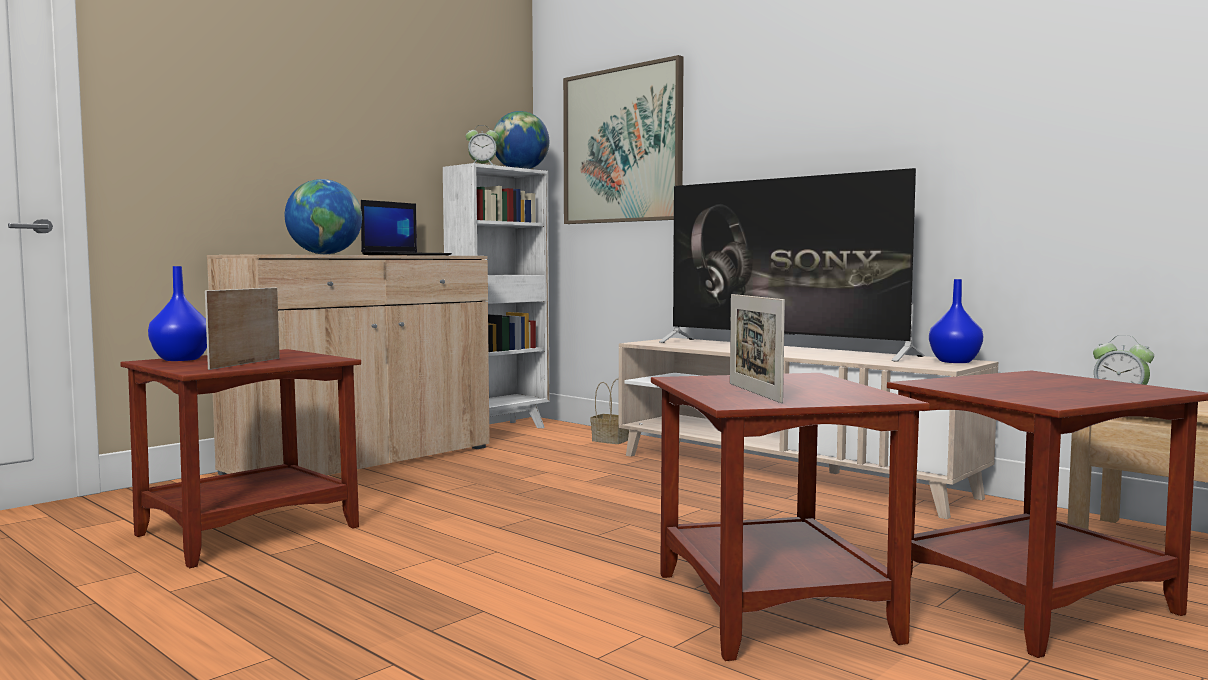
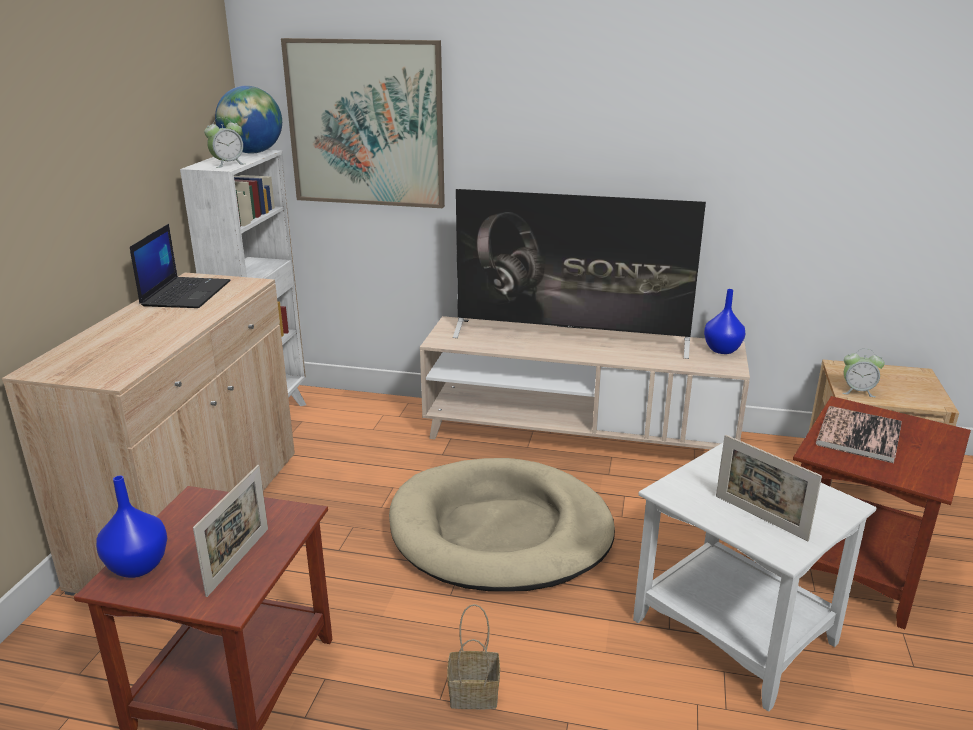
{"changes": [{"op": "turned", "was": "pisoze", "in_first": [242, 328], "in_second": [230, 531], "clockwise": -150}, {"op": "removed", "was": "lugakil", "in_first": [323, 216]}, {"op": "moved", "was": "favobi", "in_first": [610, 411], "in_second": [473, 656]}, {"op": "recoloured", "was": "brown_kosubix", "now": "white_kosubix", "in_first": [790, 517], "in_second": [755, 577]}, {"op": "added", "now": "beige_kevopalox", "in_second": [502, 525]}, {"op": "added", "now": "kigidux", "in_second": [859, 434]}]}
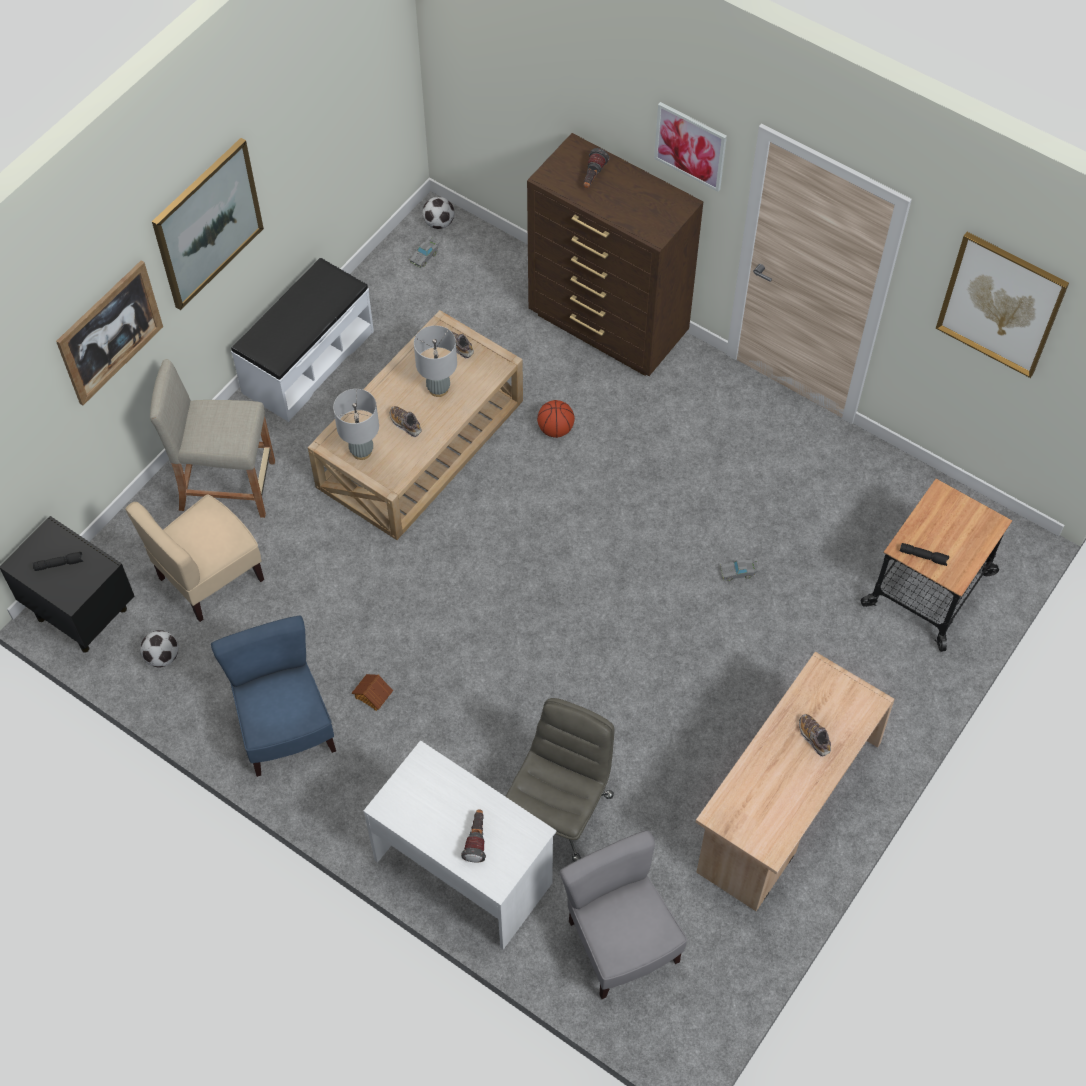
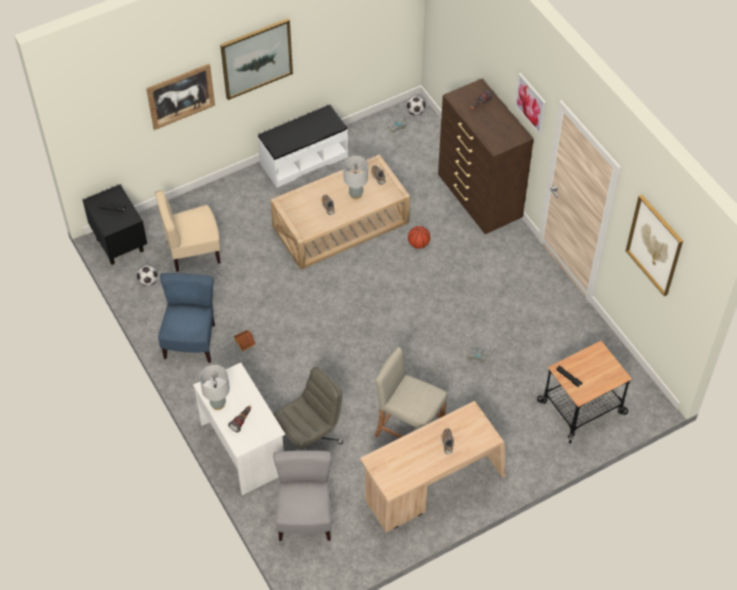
{"changes": [{"op": "moved", "was": "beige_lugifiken", "in_first": [212, 438], "in_second": [411, 392]}, {"op": "moved", "was": "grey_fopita", "in_first": [356, 424], "in_second": [215, 387]}]}
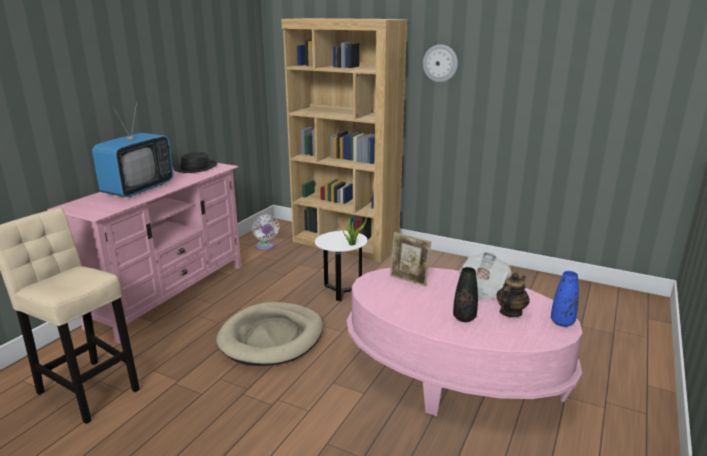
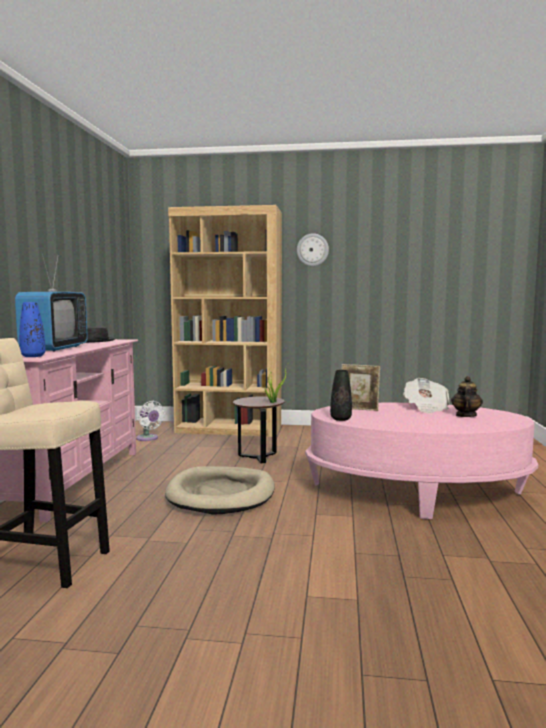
{"changes": [{"op": "recoloured", "was": "white_kosubix", "now": "brown_kosubix", "in_first": [341, 266], "in_second": [259, 429]}, {"op": "moved", "was": "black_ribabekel", "in_first": [465, 294], "in_second": [341, 395]}, {"op": "moved", "was": "blue_ribabekel", "in_first": [565, 299], "in_second": [32, 329]}]}
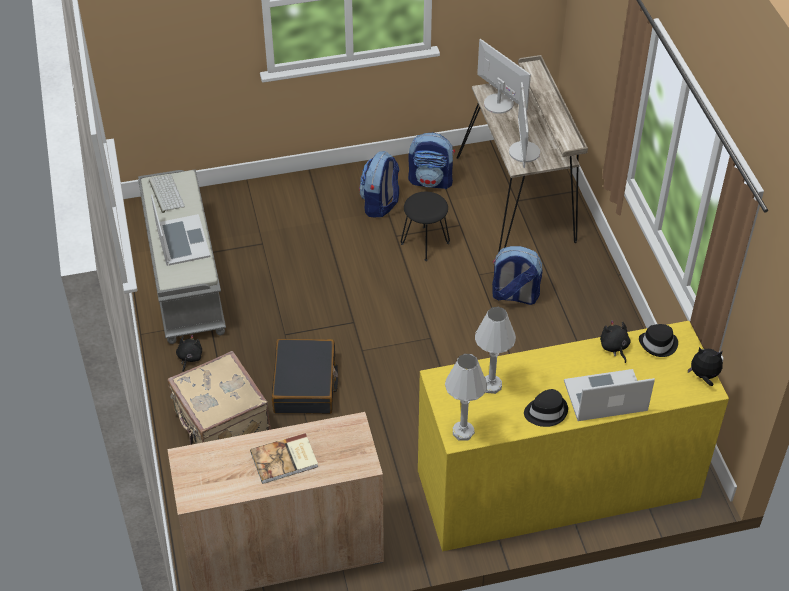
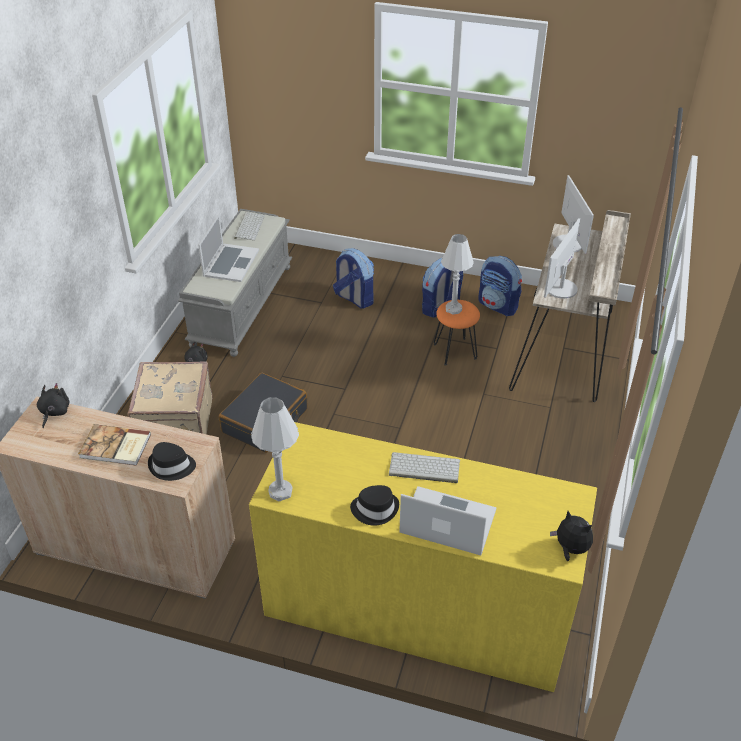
{"changes": [{"op": "recoloured", "was": "black_lugifiken", "now": "orange_lugifiken", "in_first": [425, 226], "in_second": [457, 333]}, {"op": "moved", "was": "white_fopita", "in_first": [495, 350], "in_second": [457, 274]}, {"op": "moved", "was": "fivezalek", "in_first": [517, 275], "in_second": [353, 278]}, {"op": "moved", "was": "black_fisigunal", "in_first": [615, 341], "in_second": [53, 405]}, {"op": "moved", "was": "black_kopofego", "in_first": [658, 340], "in_second": [172, 461]}, {"op": "added", "now": "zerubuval", "in_second": [424, 467]}]}
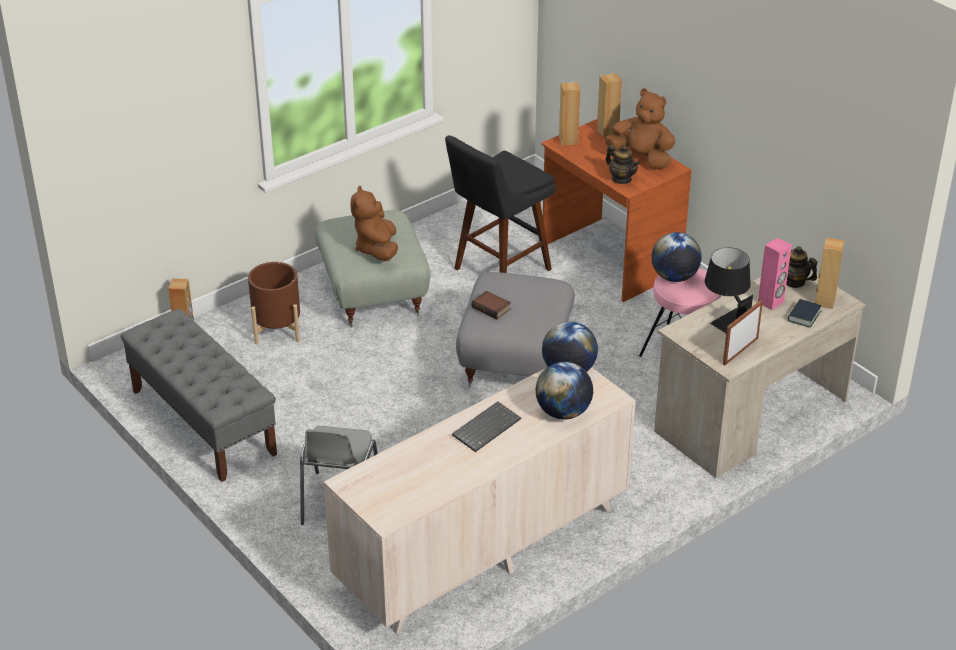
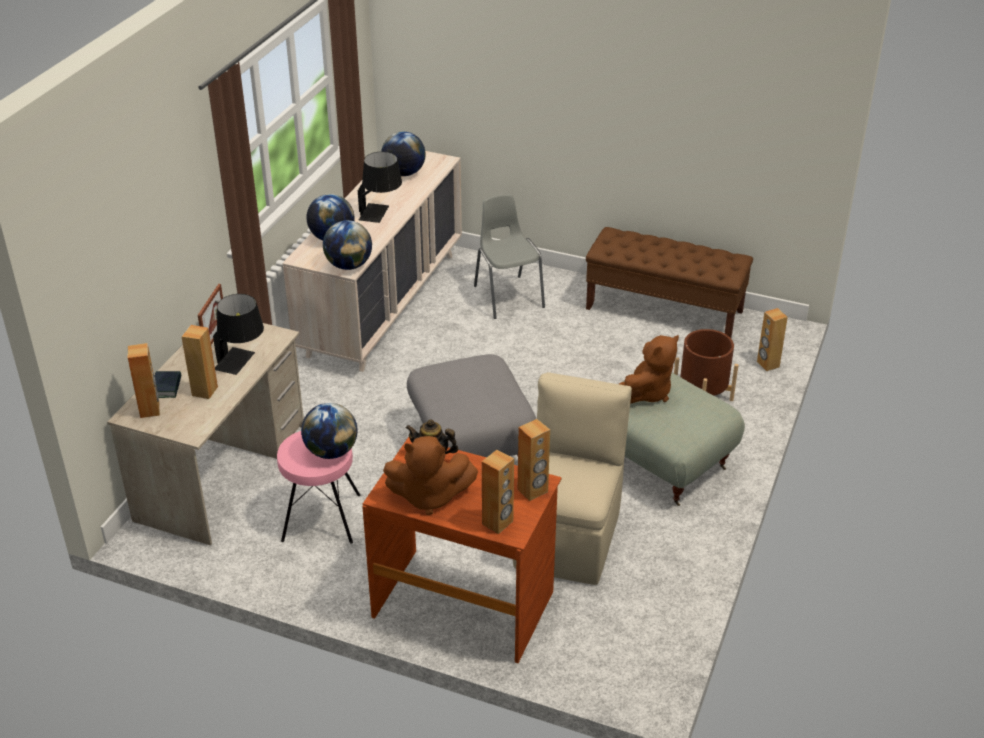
{"changes": [{"op": "recoloured", "was": "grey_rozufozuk", "now": "brown_rozufozuk", "in_first": [199, 395], "in_second": [669, 282]}, {"op": "turned", "was": "brown_fisigunal", "in_first": [374, 223], "in_second": [649, 369], "clockwise": 75}, {"op": "replaced", "was": "black_lugifiken", "now": "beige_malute", "in_first": [500, 204], "in_second": [572, 478]}, {"op": "replaced", "was": "zerubuval", "now": "black_fopita", "in_first": [486, 426], "in_second": [380, 187]}, {"op": "removed", "was": "kigidux", "in_first": [491, 305]}, {"op": "recoloured", "was": "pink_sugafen", "now": "brown_sugafen", "in_first": [775, 274], "in_second": [200, 362]}, {"op": "removed", "was": "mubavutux", "in_first": [801, 267]}, {"op": "added", "now": "lugakil", "in_second": [403, 154]}]}
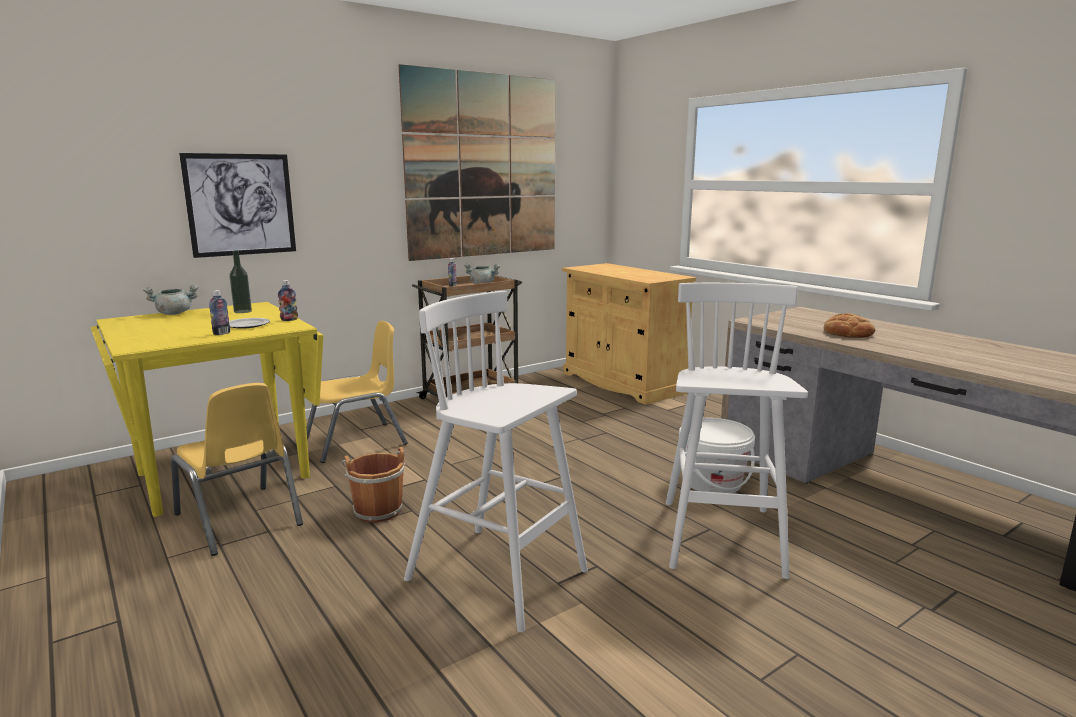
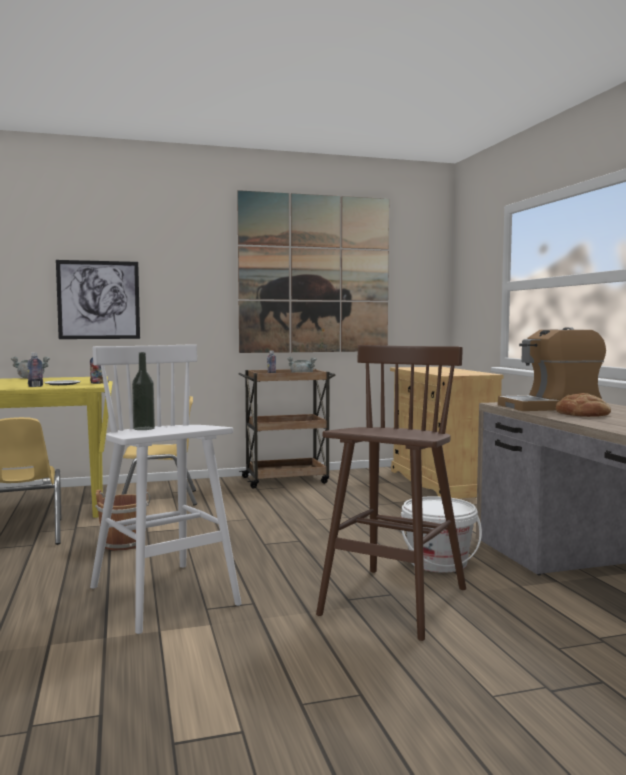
{"changes": [{"op": "moved", "was": "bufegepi", "in_first": [240, 281], "in_second": [143, 391]}, {"op": "recoloured", "was": "white_lugifiken", "now": "brown_lugifiken", "in_first": [737, 431], "in_second": [391, 493]}, {"op": "added", "now": "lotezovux", "in_second": [552, 369]}]}
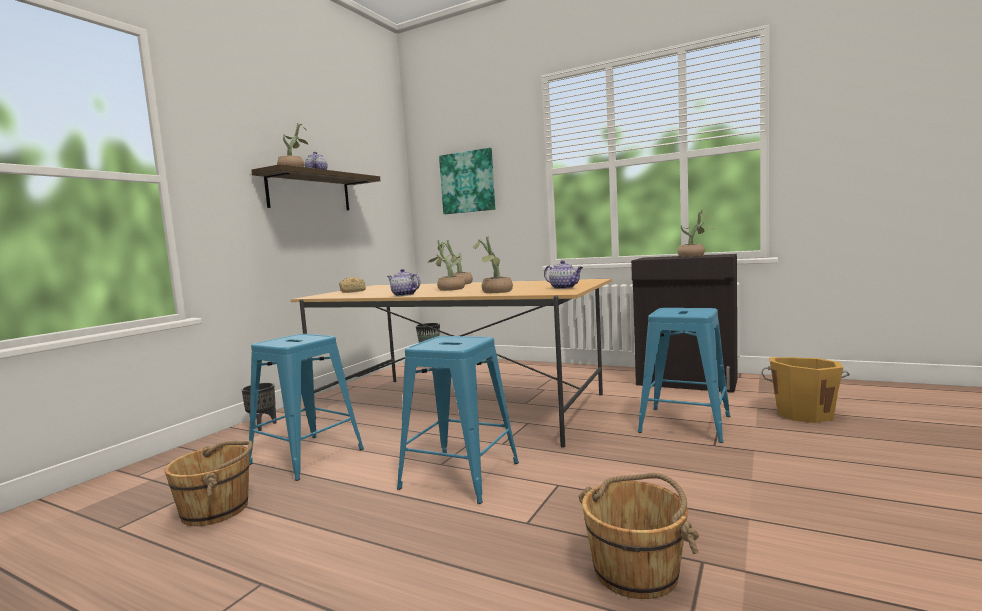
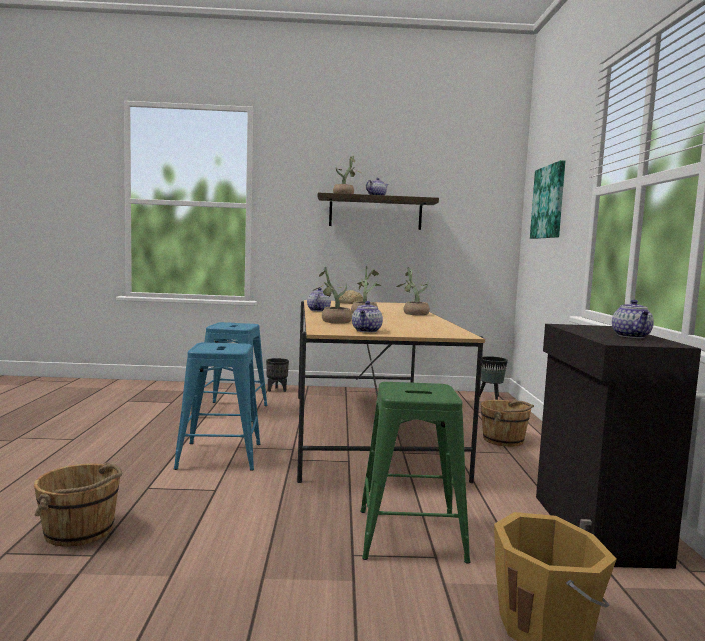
{"changes": [{"op": "moved", "was": "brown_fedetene", "in_first": [209, 483], "in_second": [507, 423]}, {"op": "recoloured", "was": "blue_lugifiken", "now": "green_lugifiken", "in_first": [684, 375], "in_second": [415, 472]}, {"op": "replaced", "was": "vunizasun", "now": "mubavutux", "in_first": [695, 233], "in_second": [633, 319]}]}
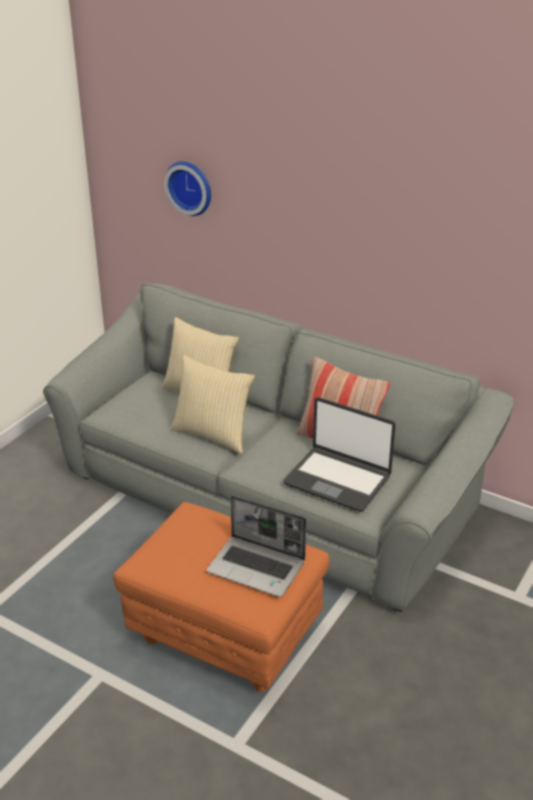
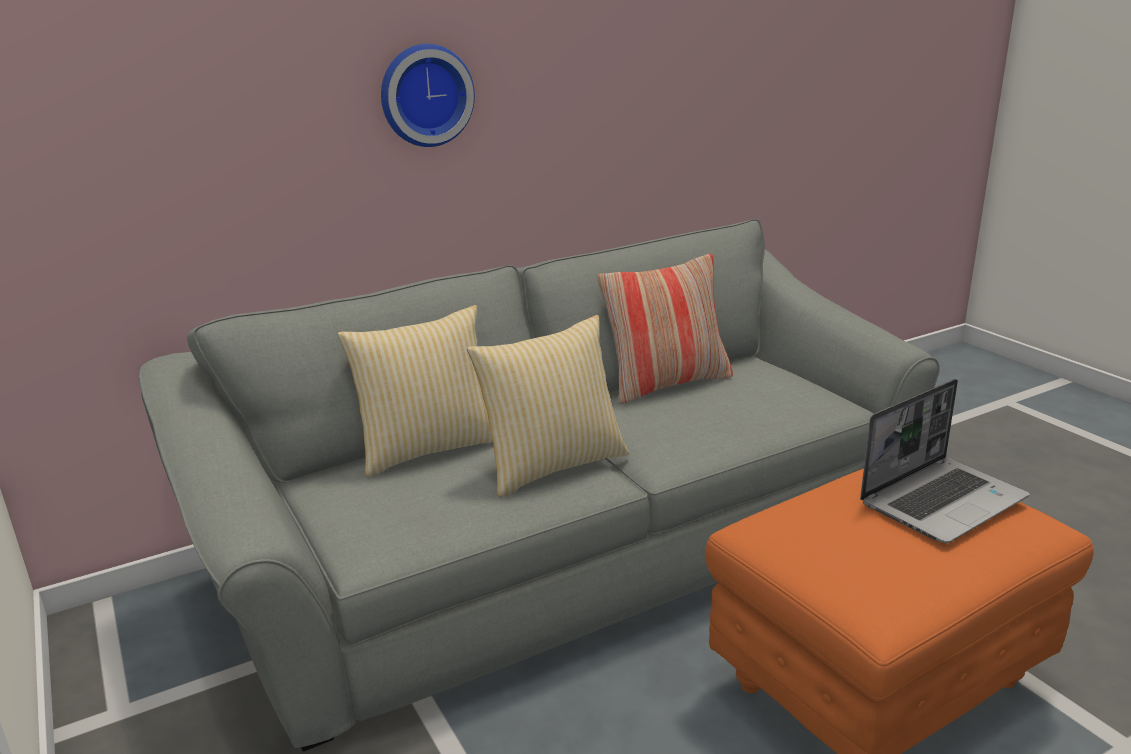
{"changes": [{"op": "moved", "was": "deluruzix", "in_first": [187, 188], "in_second": [428, 95]}, {"op": "removed", "was": "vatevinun", "in_first": [340, 454]}]}
